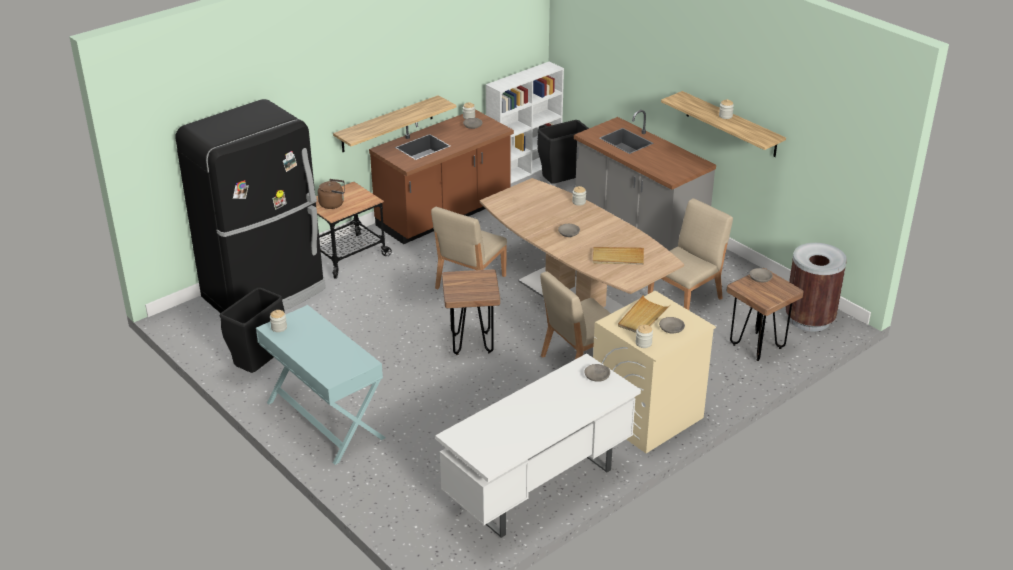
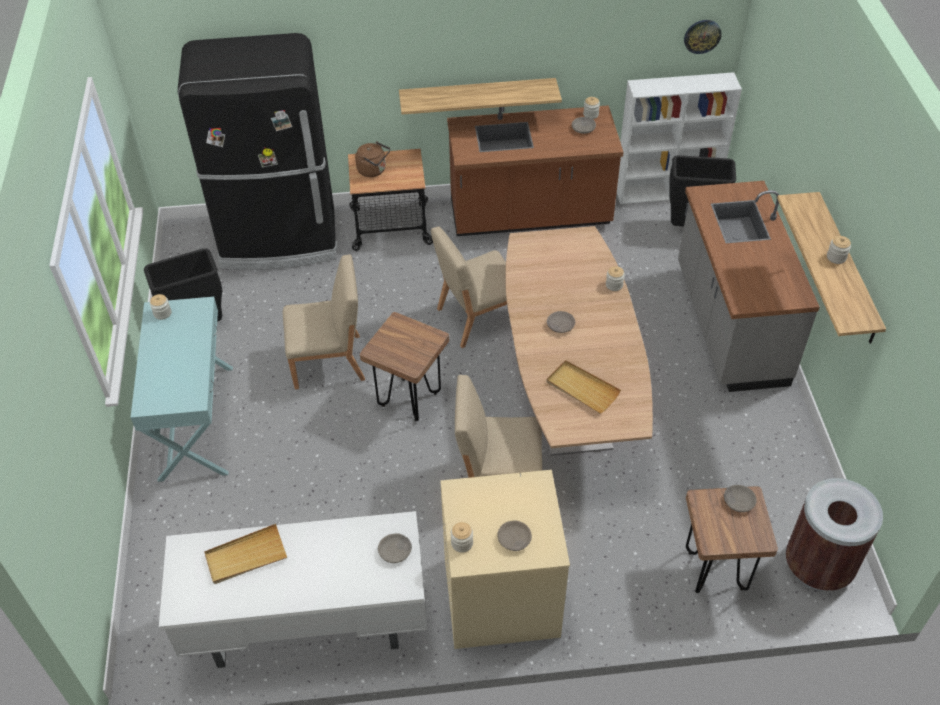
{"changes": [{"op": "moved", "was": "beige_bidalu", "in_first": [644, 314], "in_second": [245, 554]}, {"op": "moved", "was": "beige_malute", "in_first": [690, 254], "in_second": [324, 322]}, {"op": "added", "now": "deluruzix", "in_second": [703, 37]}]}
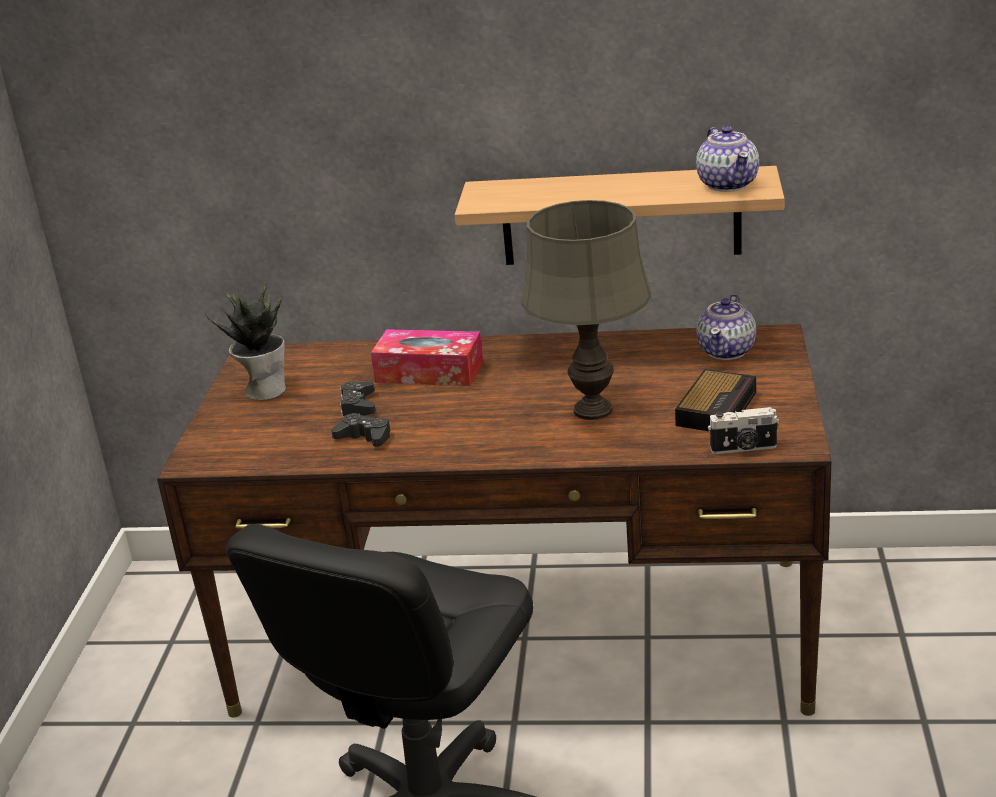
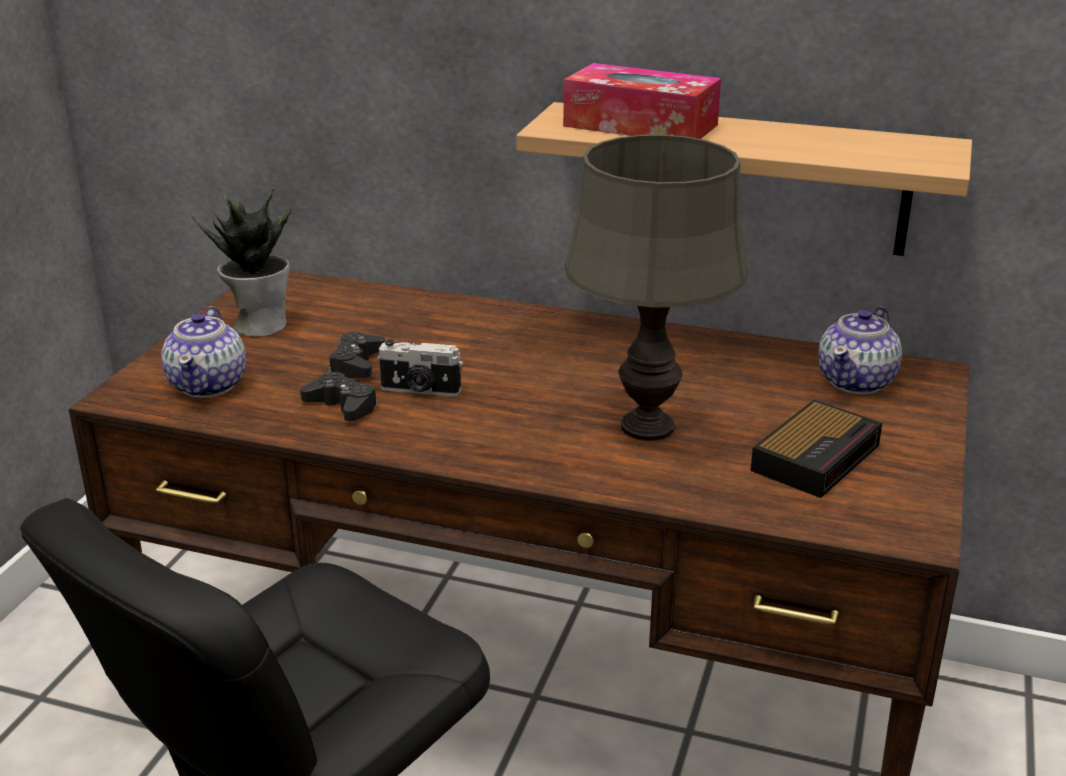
{"changes": [{"op": "moved", "was": "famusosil", "in_first": [427, 357], "in_second": [642, 101]}, {"op": "moved", "was": "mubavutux", "in_first": [727, 159], "in_second": [203, 352]}, {"op": "moved", "was": "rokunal", "in_first": [744, 430], "in_second": [420, 368]}]}
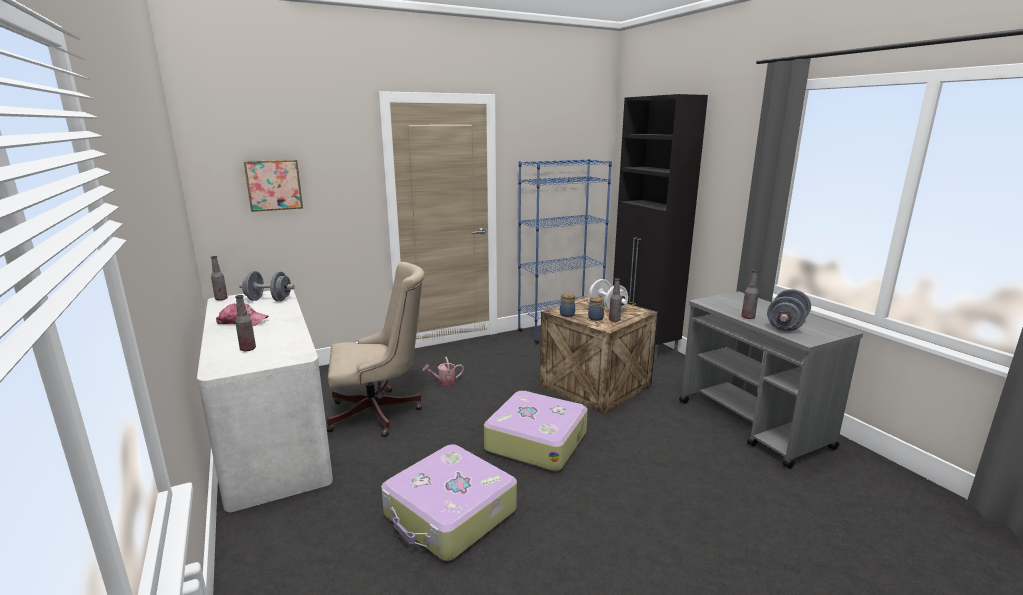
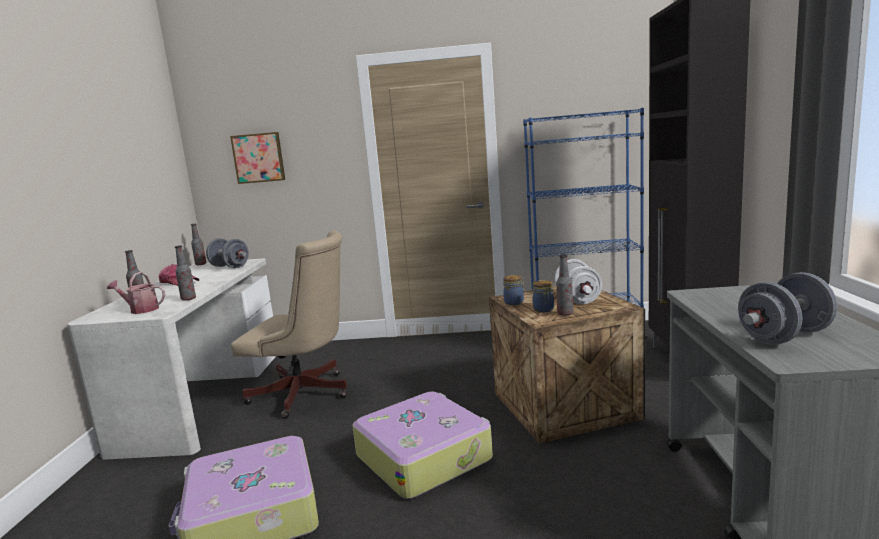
{"changes": [{"op": "moved", "was": "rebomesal", "in_first": [443, 371], "in_second": [136, 293]}, {"op": "moved", "was": "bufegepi", "in_first": [750, 294], "in_second": [185, 273]}]}
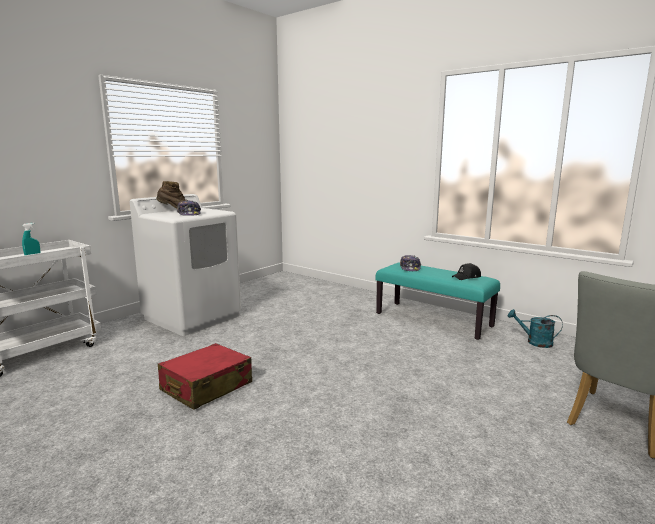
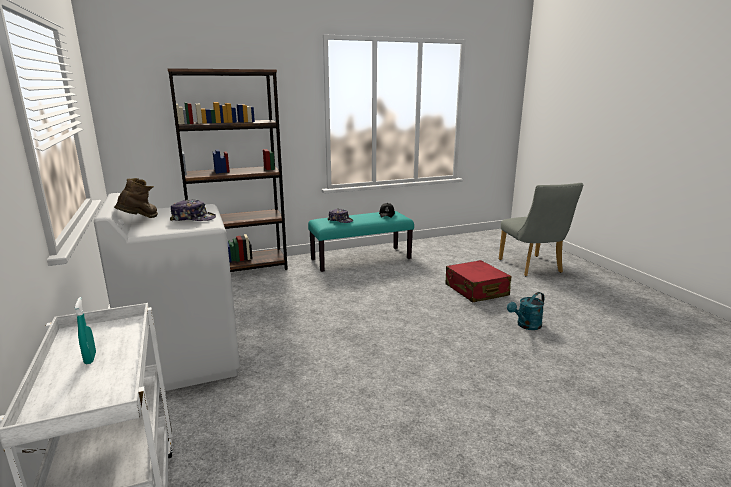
{"changes": [{"op": "moved", "was": "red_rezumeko", "in_first": [205, 376], "in_second": [478, 281]}, {"op": "moved", "was": "turquoise_rebomesal", "in_first": [535, 328], "in_second": [525, 311]}, {"op": "added", "now": "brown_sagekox", "in_second": [228, 170]}]}
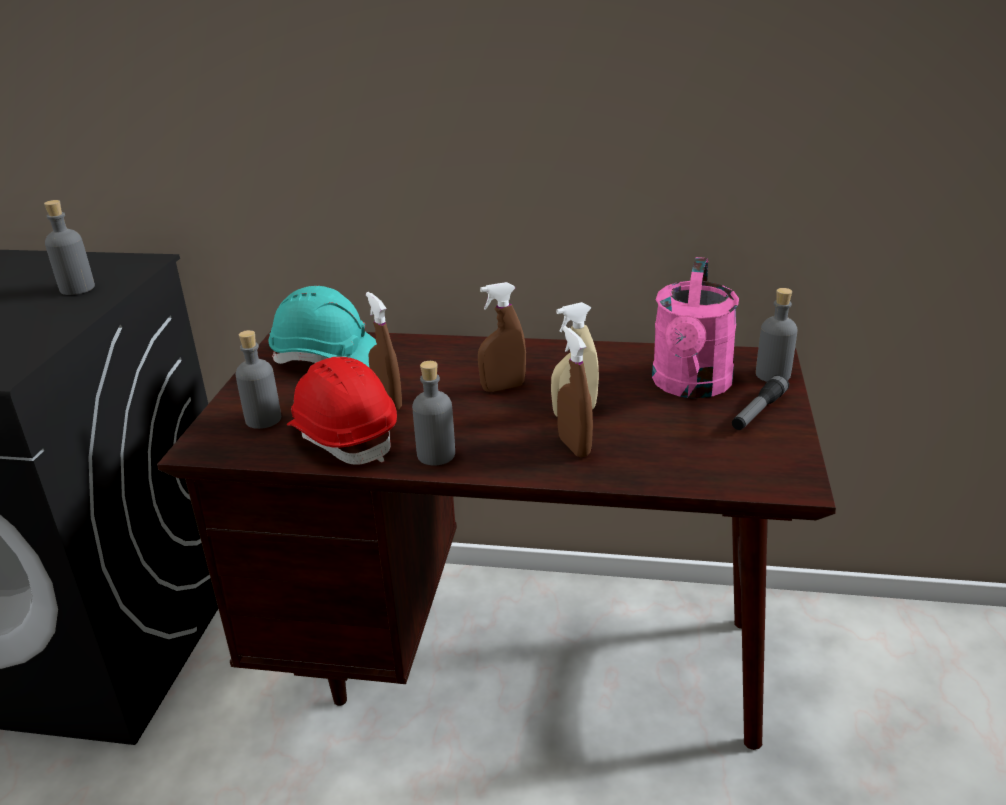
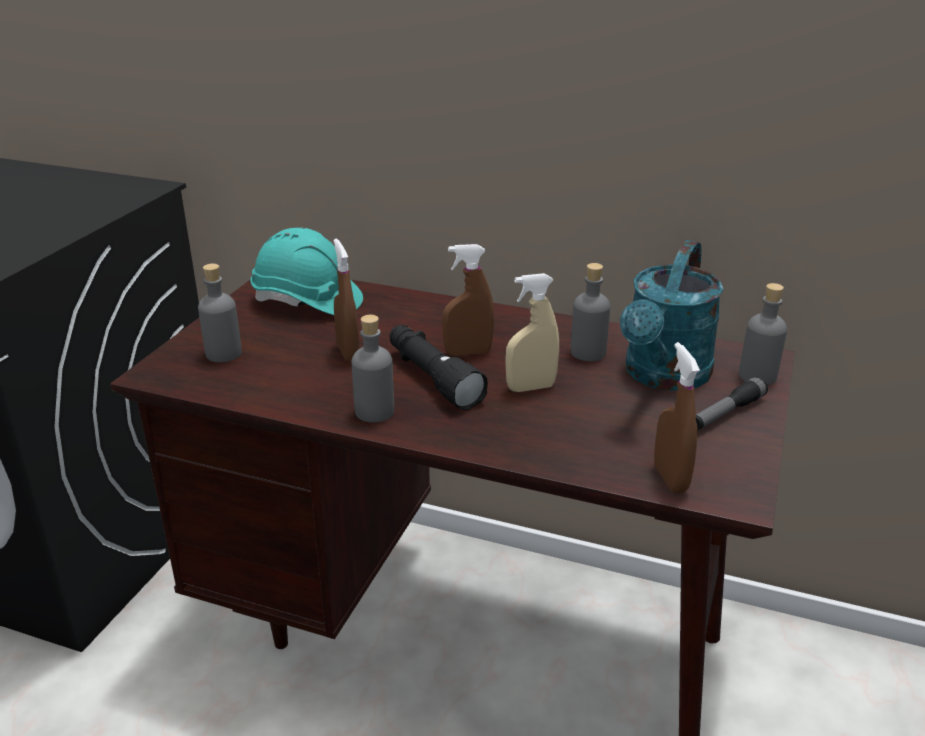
{"changes": [{"op": "moved", "was": "grey_bufegepi", "in_first": [69, 247], "in_second": [590, 312]}, {"op": "removed", "was": "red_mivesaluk", "in_first": [342, 411]}, {"op": "moved", "was": "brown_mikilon", "in_first": [575, 391], "in_second": [677, 417]}, {"op": "recoloured", "was": "pink_rebomesal", "now": "turquoise_rebomesal", "in_first": [695, 327], "in_second": [671, 315]}, {"op": "added", "now": "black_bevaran", "in_second": [438, 367]}]}
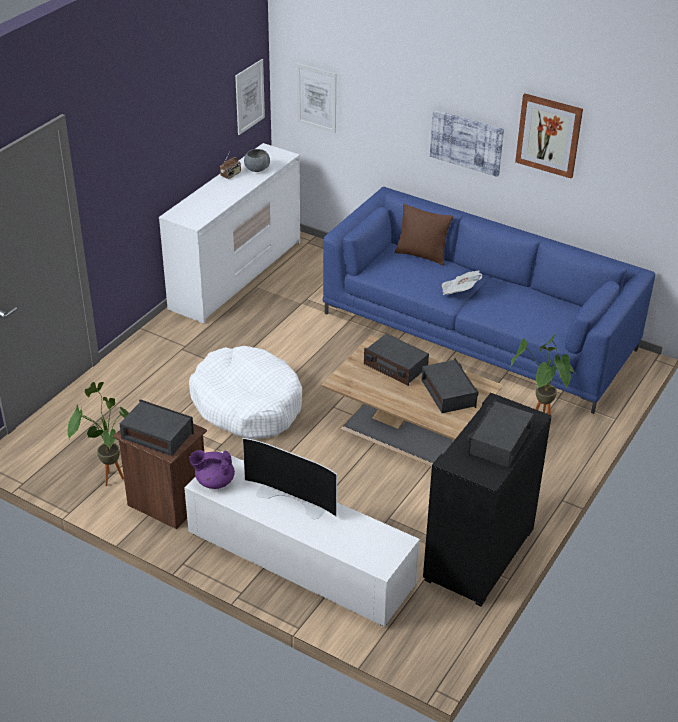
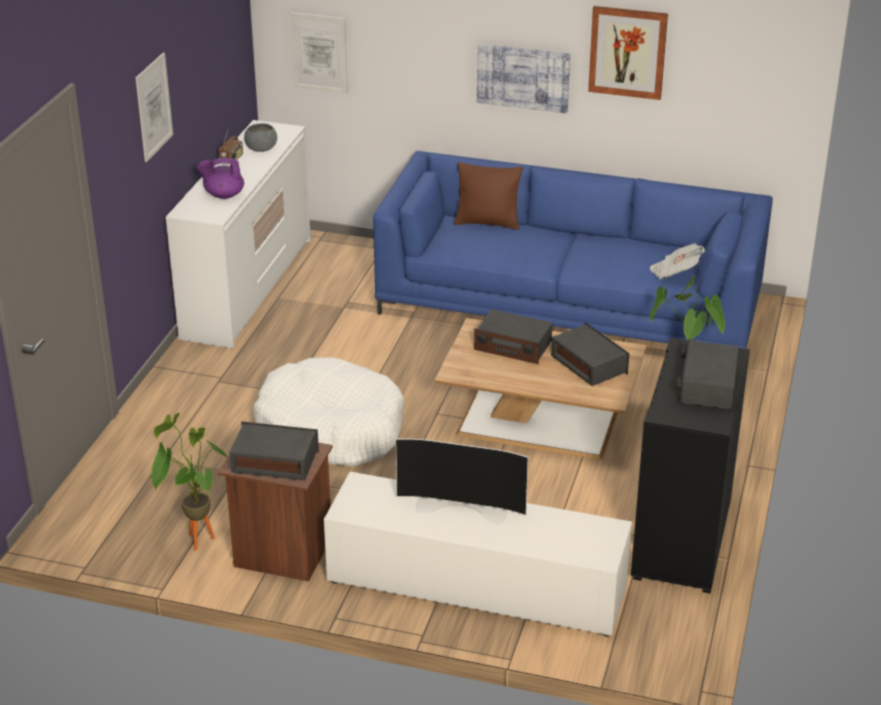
{"changes": [{"op": "moved", "was": "purple_mubavutux", "in_first": [212, 469], "in_second": [220, 178]}, {"op": "moved", "was": "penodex", "in_first": [250, 97], "in_second": [154, 107]}, {"op": "moved", "was": "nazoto", "in_first": [462, 282], "in_second": [677, 261]}]}
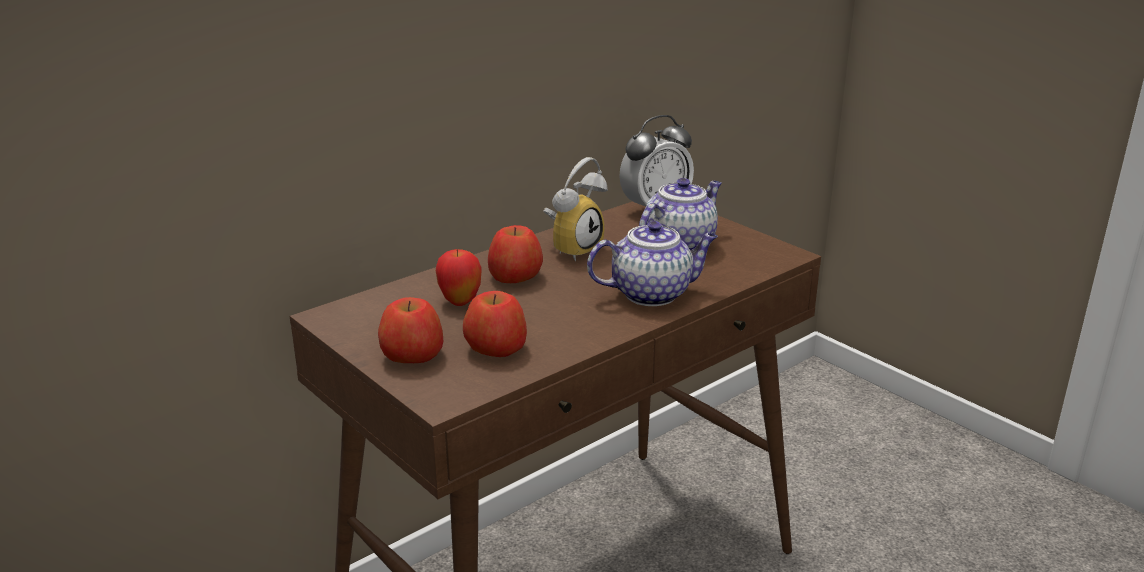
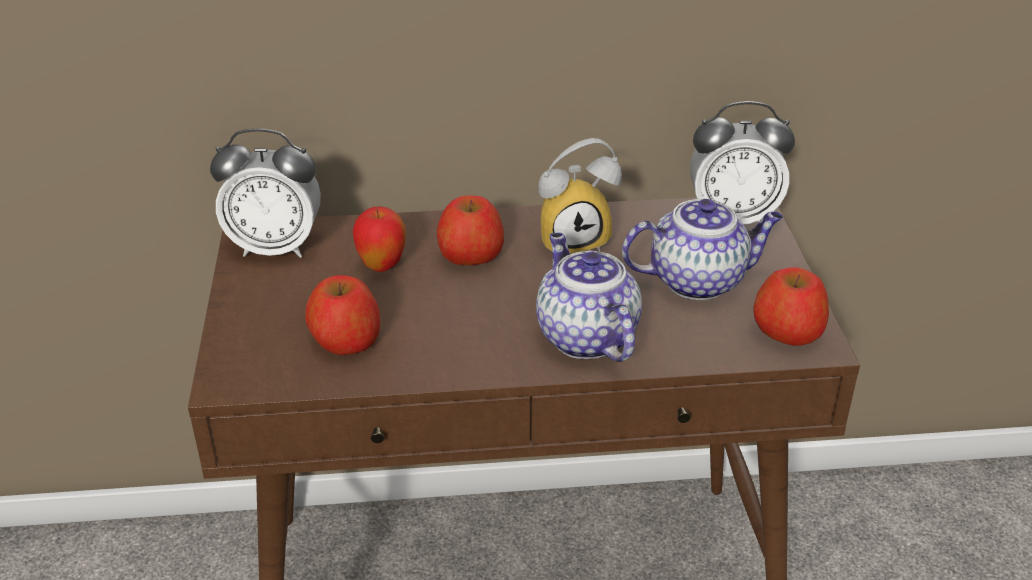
{"changes": [{"op": "moved", "was": "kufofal", "in_first": [410, 330], "in_second": [791, 307]}, {"op": "turned", "was": "mubavutux", "in_first": [652, 263], "in_second": [589, 297], "clockwise": -135}, {"op": "added", "now": "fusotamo", "in_second": [265, 193]}]}
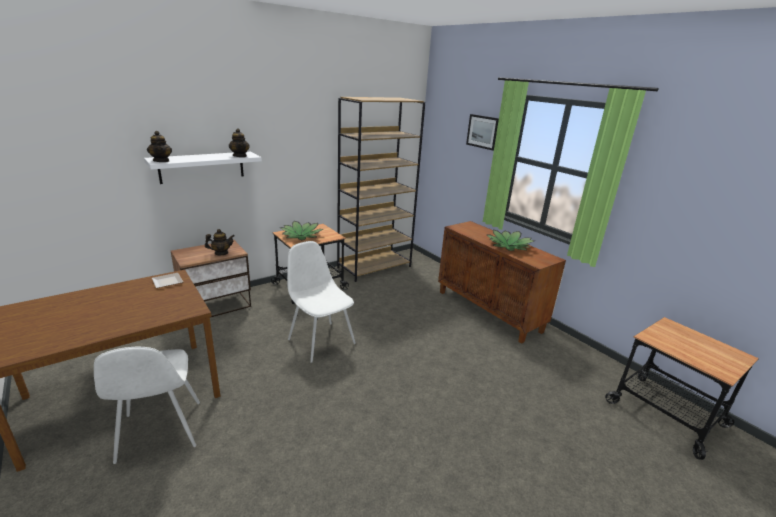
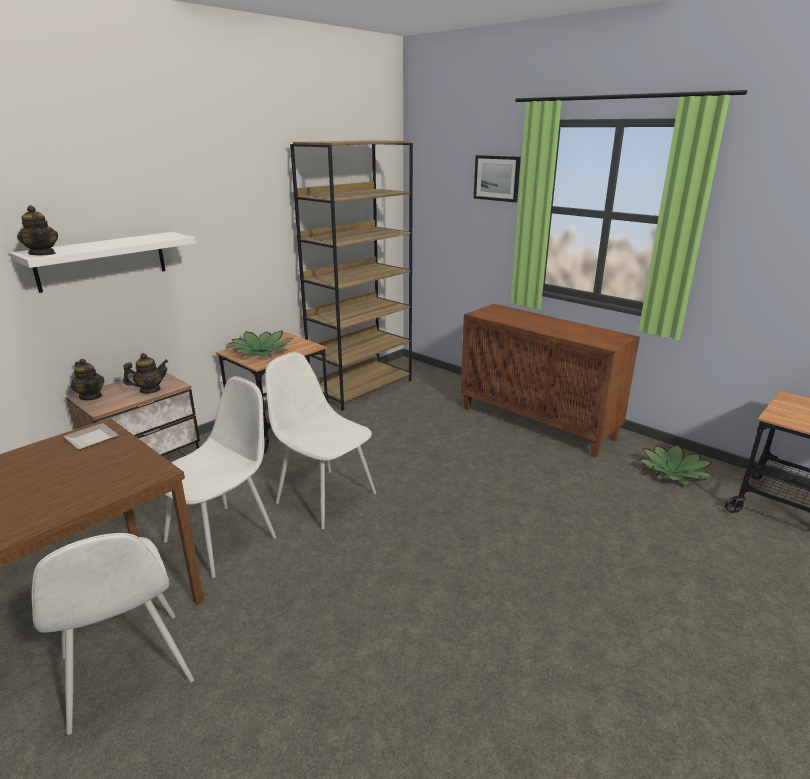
{"changes": [{"op": "moved", "was": "mubavutux", "in_first": [239, 142], "in_second": [87, 379]}, {"op": "moved", "was": "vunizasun", "in_first": [511, 240], "in_second": [676, 465]}, {"op": "added", "now": "white_malute", "in_second": [220, 477]}]}
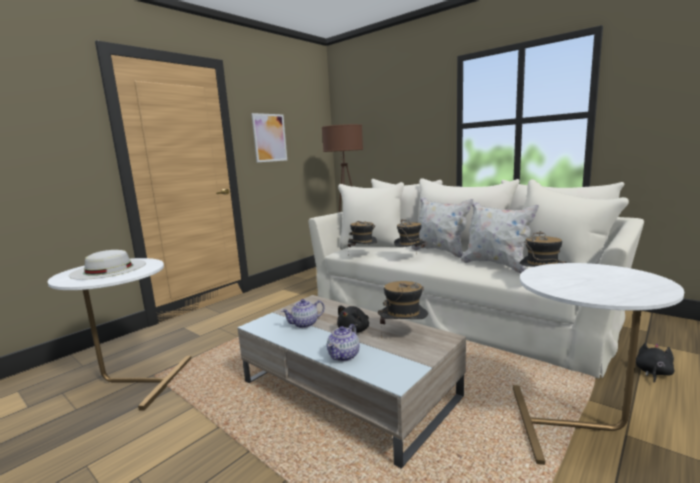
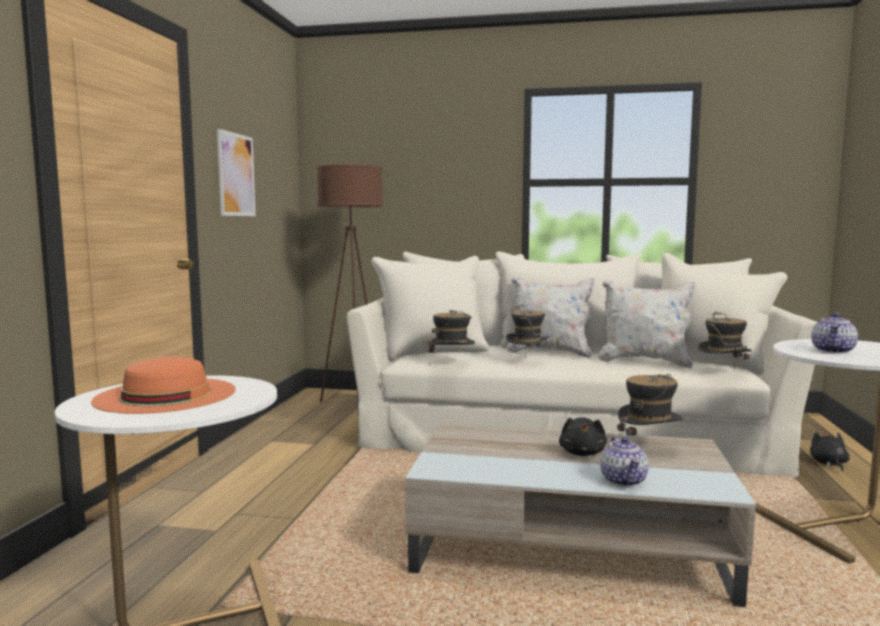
{"changes": [{"op": "recoloured", "was": "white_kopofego", "now": "orange_kopofego", "in_first": [107, 265], "in_second": [163, 385]}, {"op": "moved", "was": "mubavutux", "in_first": [303, 313], "in_second": [834, 333]}]}
